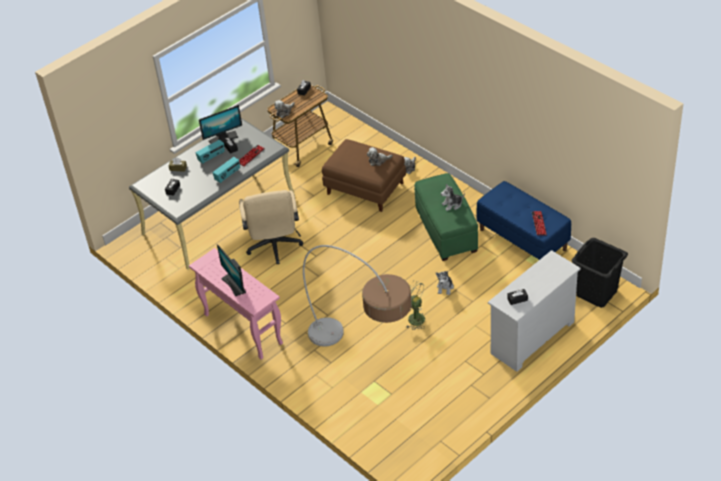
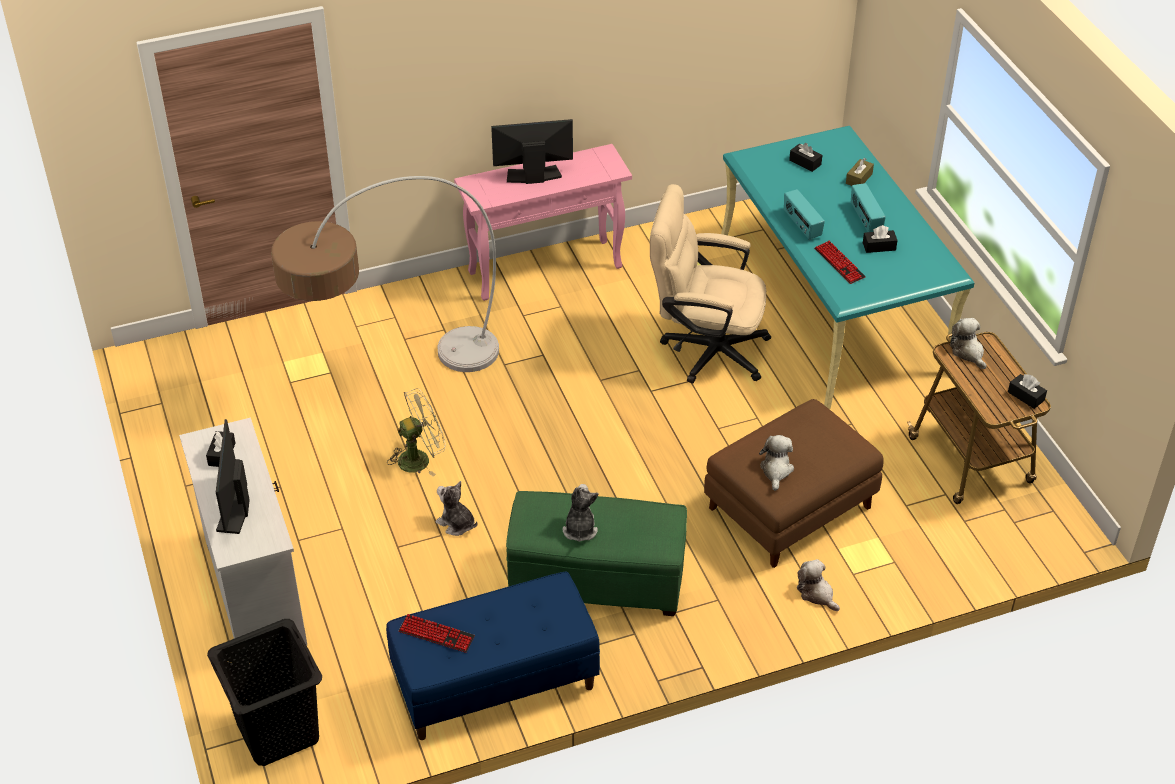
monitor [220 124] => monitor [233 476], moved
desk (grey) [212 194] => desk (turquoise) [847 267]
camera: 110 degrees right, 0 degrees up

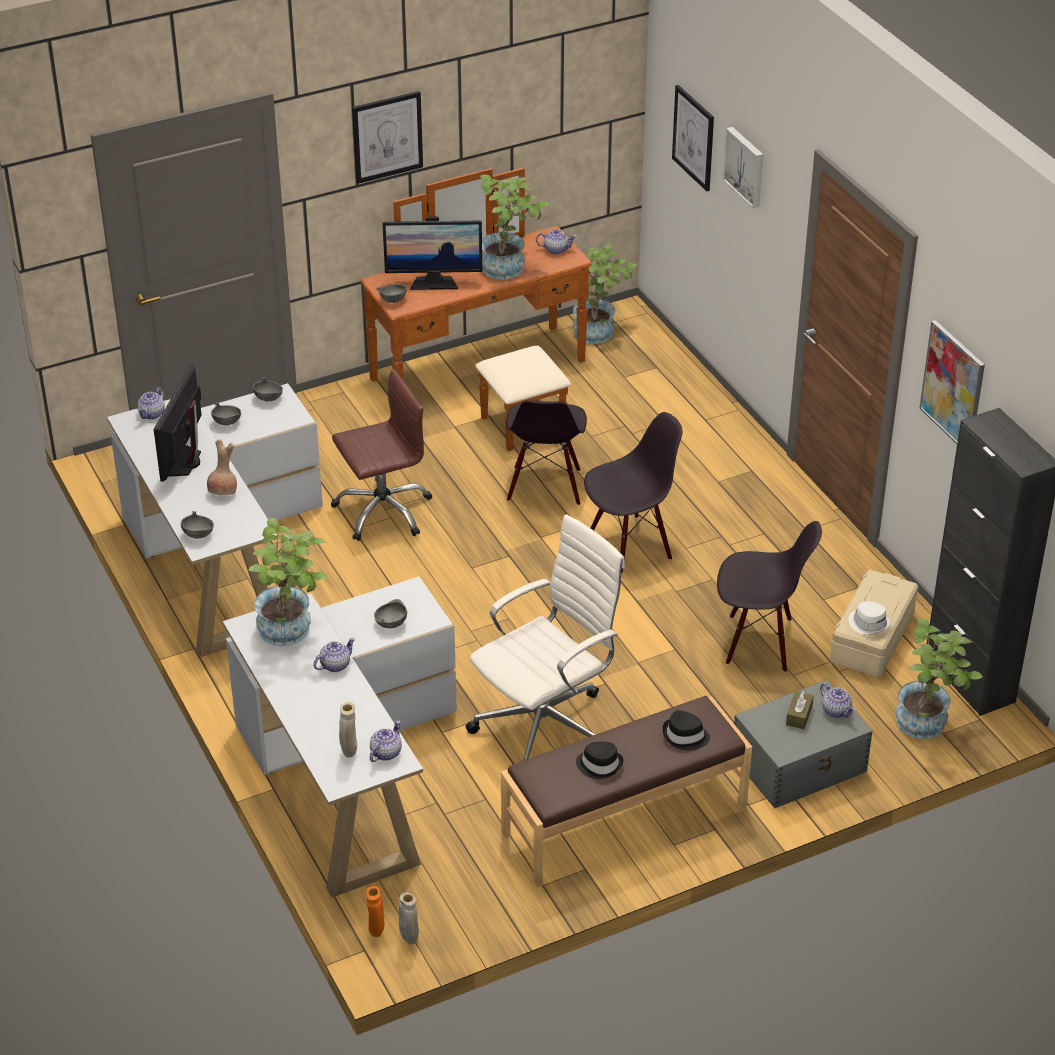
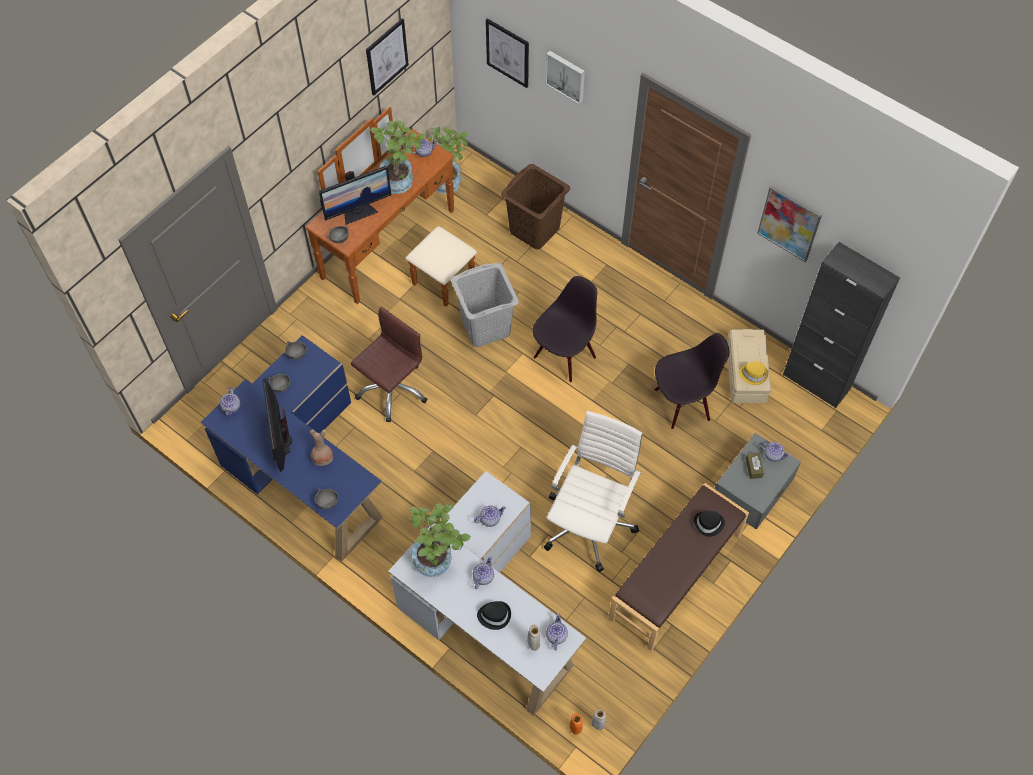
potted plant [939 678] => nothing
nothing => laundry basket (brown) [535 207]
picture [387 137] => picture [387 56], moved
hat (black) [599 760] => hat (black) [494 615], moved
bowl (grey) [390 613] => teapot [490 516]
chair (black) [547 453] => laundry basket (grey) [485 305]
desk (white) [215 520] => desk (blue) [292 448]
hat (white) [869 618] => hat (yellow) [753 373]
camera: 25 degrees left, 20 degrees up

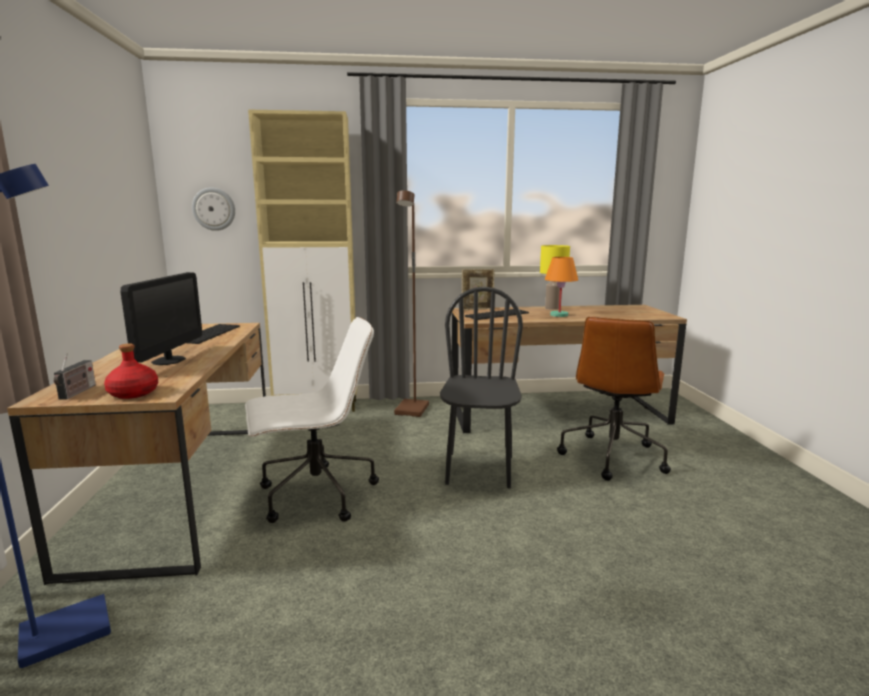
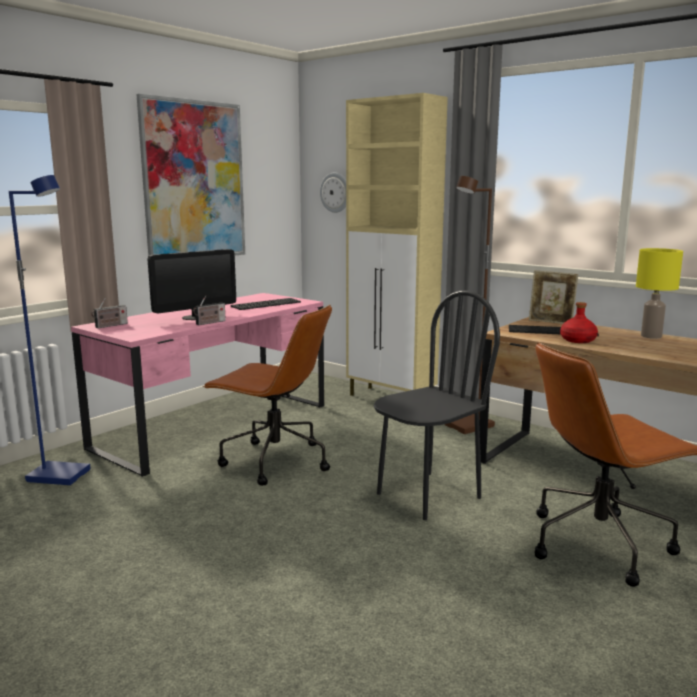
table lamp (orange) [561 287] => nothing
nothing => picture [190 175]
nothing => radio [209 310]
bottle (red) [131 371] => bottle (red) [579 322], moved
desk (brown) [136 454] => desk (pink) [197 385]
office chair (white) [312 420] => office chair (brown) [267 395]
camera: 45 degrees right, 0 degrees up

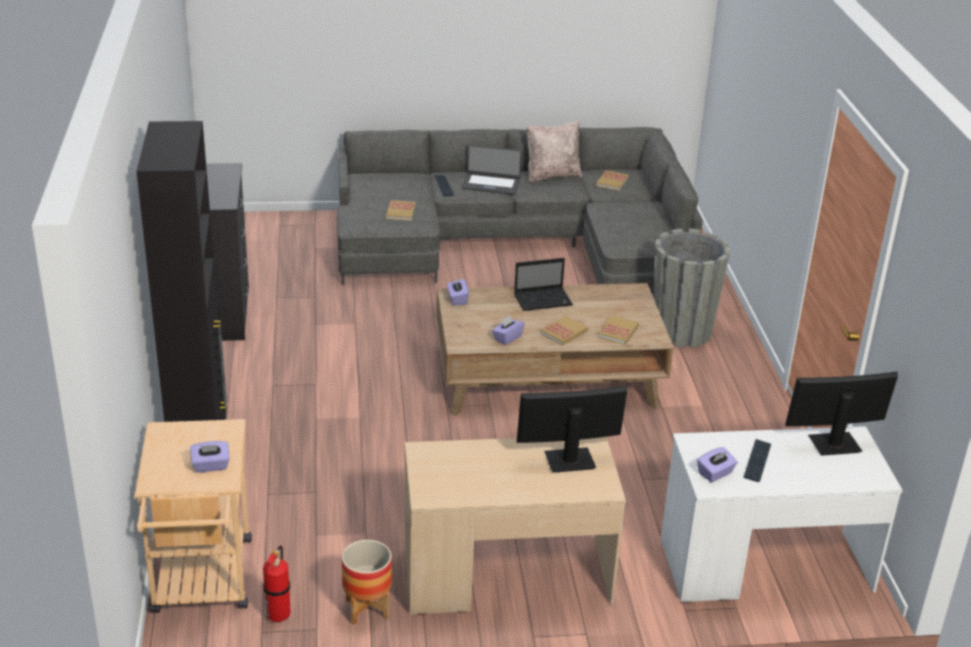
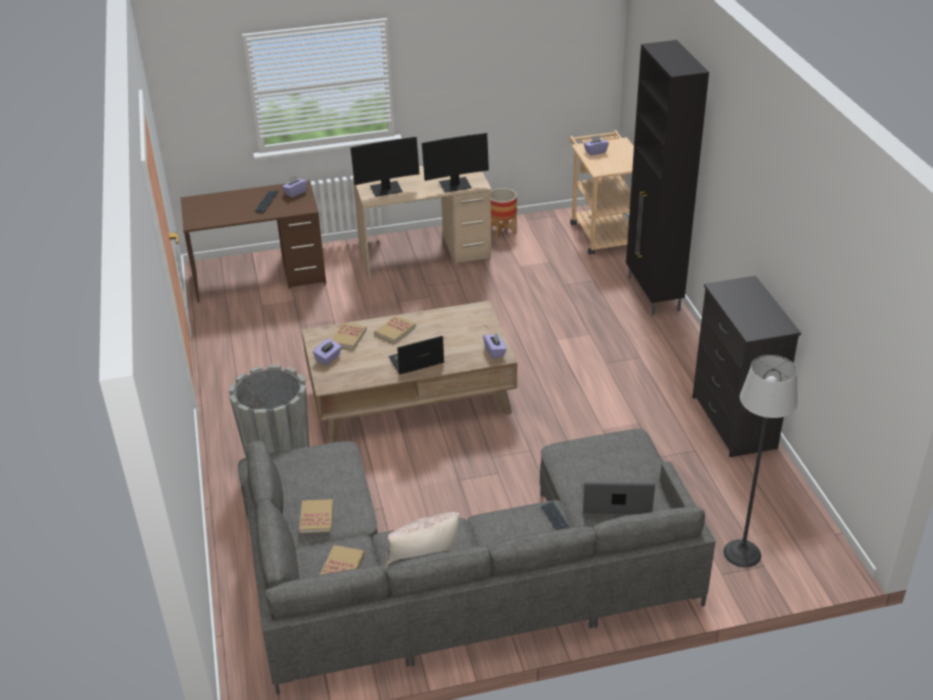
fire extinguisher [276 584] => nothing
nothing => floor lamp [761 461]
book [401 210] => book [316 516], moved
laptop [492 170] => laptop [618 498], moved
tissue box (purple) [508 330] => tissue box (purple) [327 351], moved
monitor [841 413] => monitor [455 163], moved
desk (white) [781 514] => desk (brown) [253 241]
camera: 175 degrees right, 5 degrees up

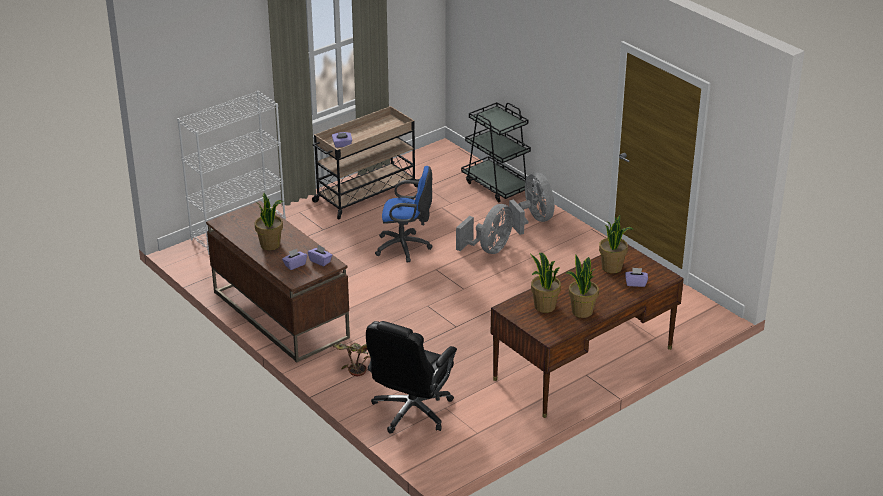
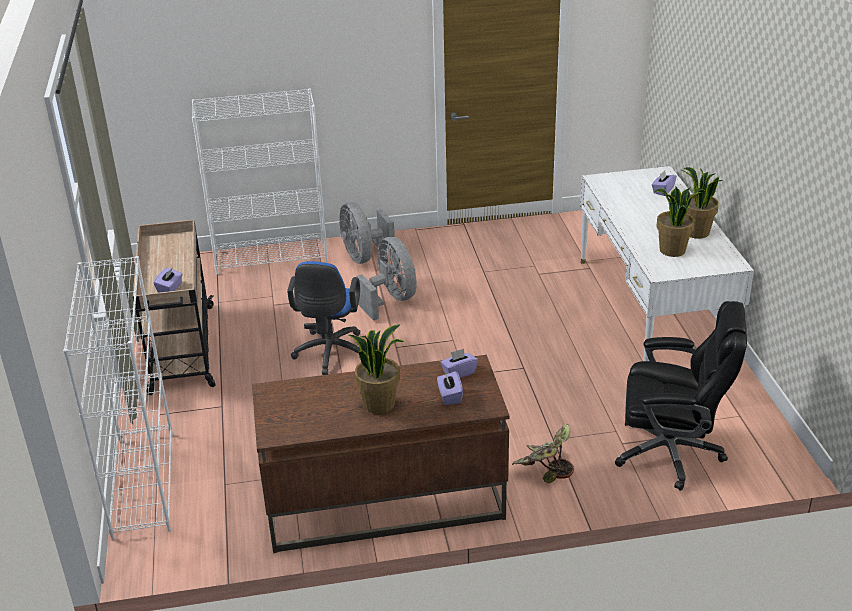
potted plant [616 244] => nothing
cart (black) [497 152] => bookcase (white) [260 181]
desk (brown) [587 331] => desk (white) [667 263]
office chair (black) [411 377] => office chair (black) [681 396], 45 degrees counterclockwise
office chair (blue) [403 214] => office chair (blue) [324 318], 150 degrees clockwise
fan (grey) [531 204] => fan (grey) [367 233], 120 degrees counterclockwise
camera: 60 degrees left, 0 degrees up

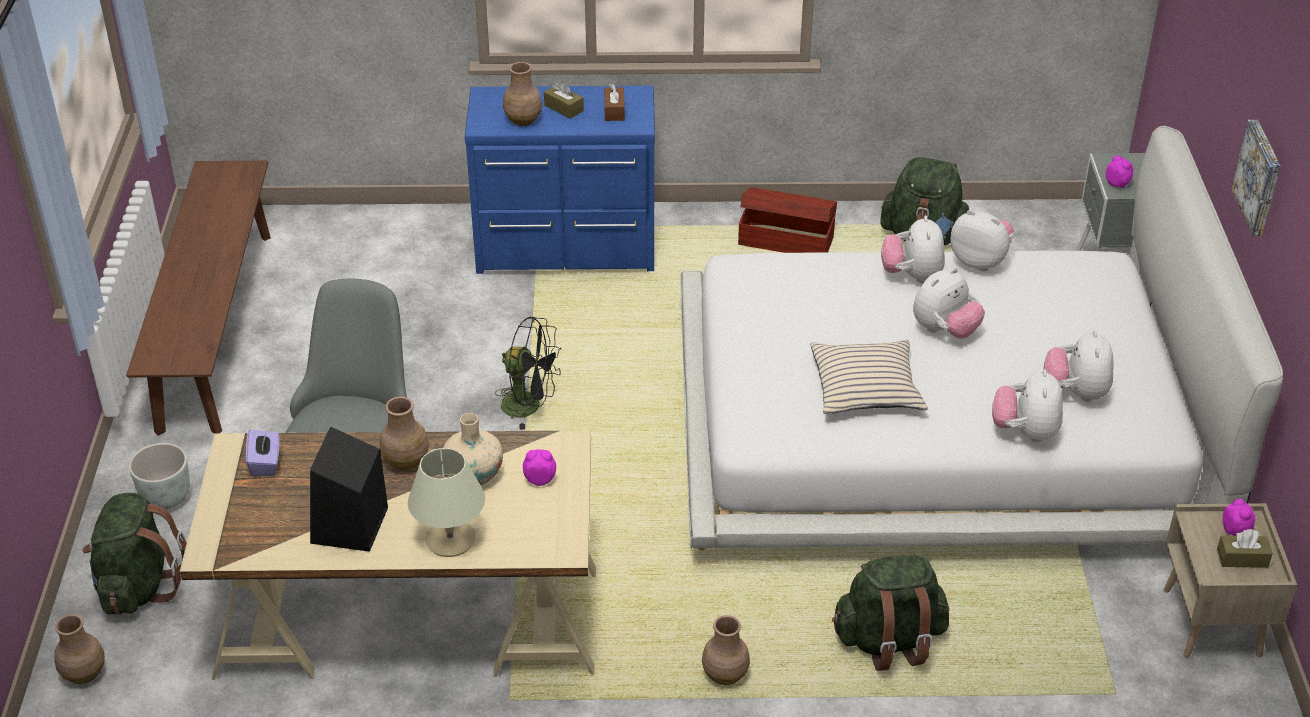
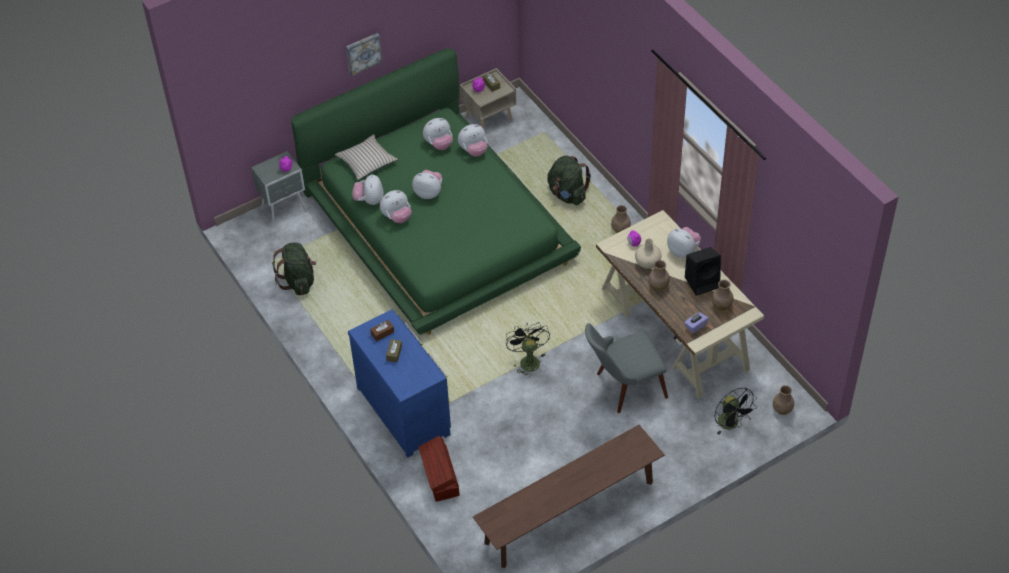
planter (grey) [159 476] => nothing
vase (brown) [522 94] => vase (brown) [722 295], moved
storage box (brown) [787 220] => storage box (brown) [439 469], moved
pillow (beige) [869 377] => pillow (beige) [366 157], moved
backpack (green) [134 554] => fan (black) [736 411]
table lamp (beige) [446 502] => plush toy [684 242]
bed (white) [982 338] => bed (green) [436 191]
camera: 120 degrees left, 10 degrees up

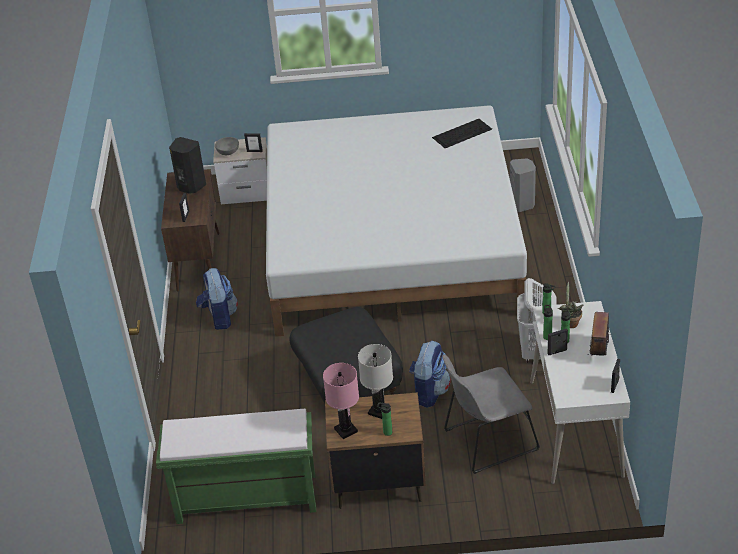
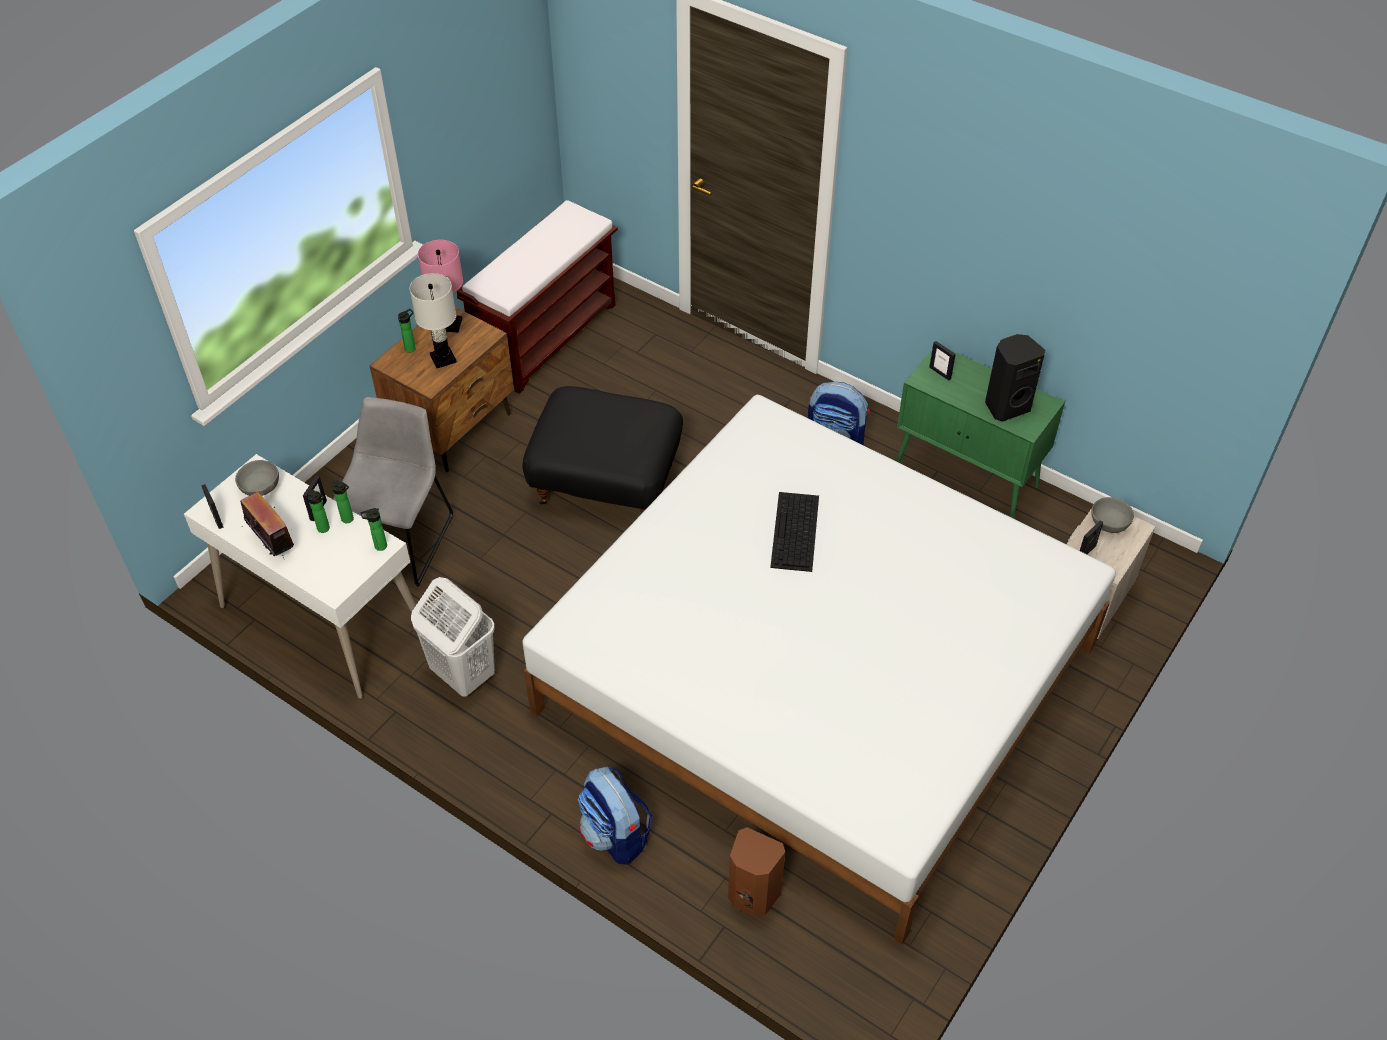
potted plant [570 304] => nothing
nothing => bowl (grey) [257 478]
backpack [430 374] => backpack [615 816], moved
keyboard [462 133] => keyboard [794 532], moved
bench (green) [236 466] => bench (brown) [537 297]
cabinet (brown) [190 230] => cabinet (green) [980 434]
speaker (grey) [523 185] => speaker (brown) [756 872]
camera: 125 degrees right, 10 degrees up

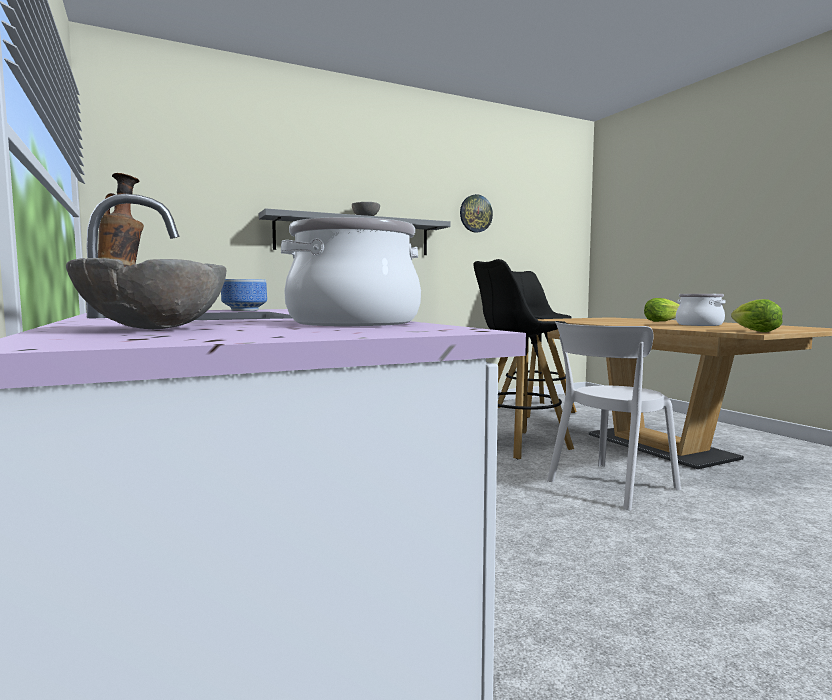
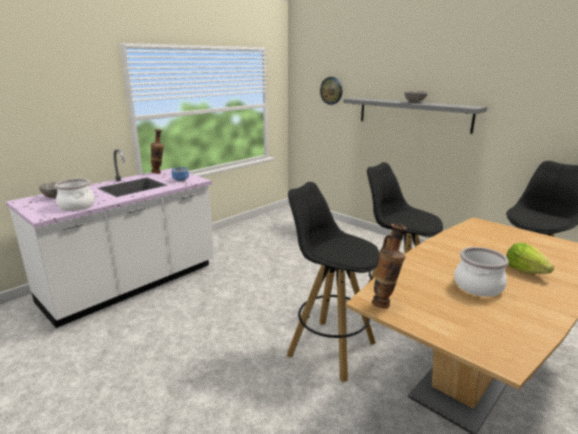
wall clock [476 213] => wall clock [331 91], moved
chair (white) [614 415] => stool (black) [333 282]
lettuce [757 315] => vase [389 266]
camera: 70 degrees right, 15 degrees up

